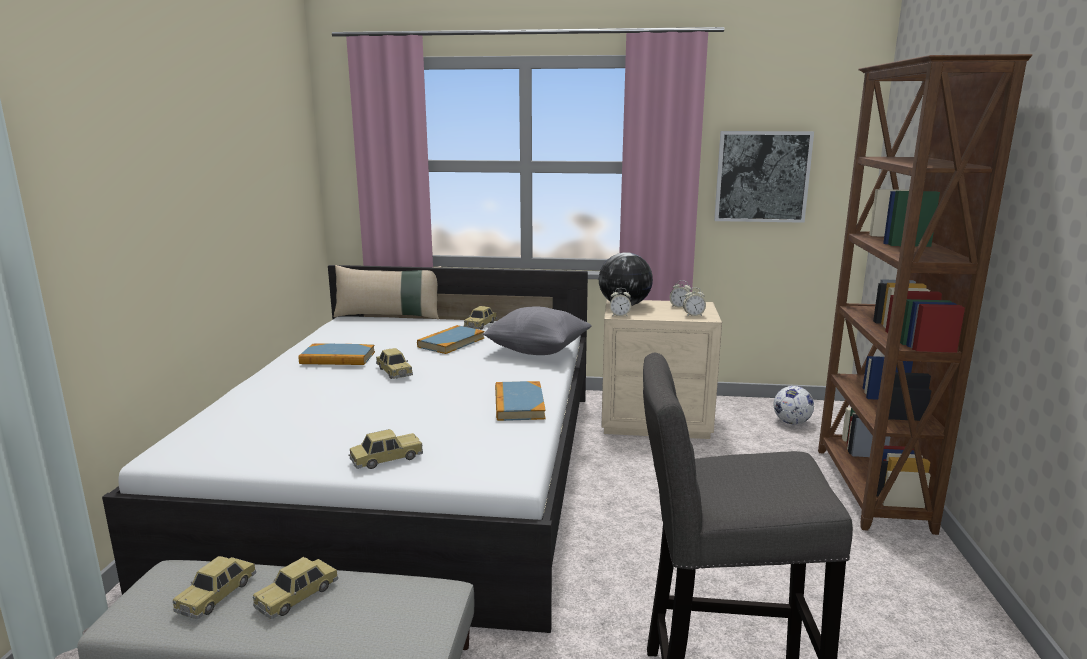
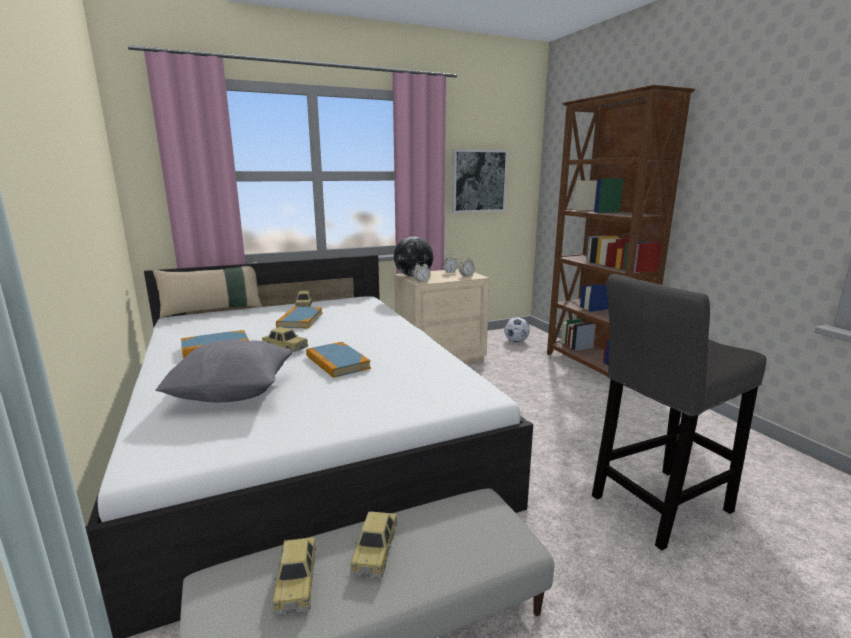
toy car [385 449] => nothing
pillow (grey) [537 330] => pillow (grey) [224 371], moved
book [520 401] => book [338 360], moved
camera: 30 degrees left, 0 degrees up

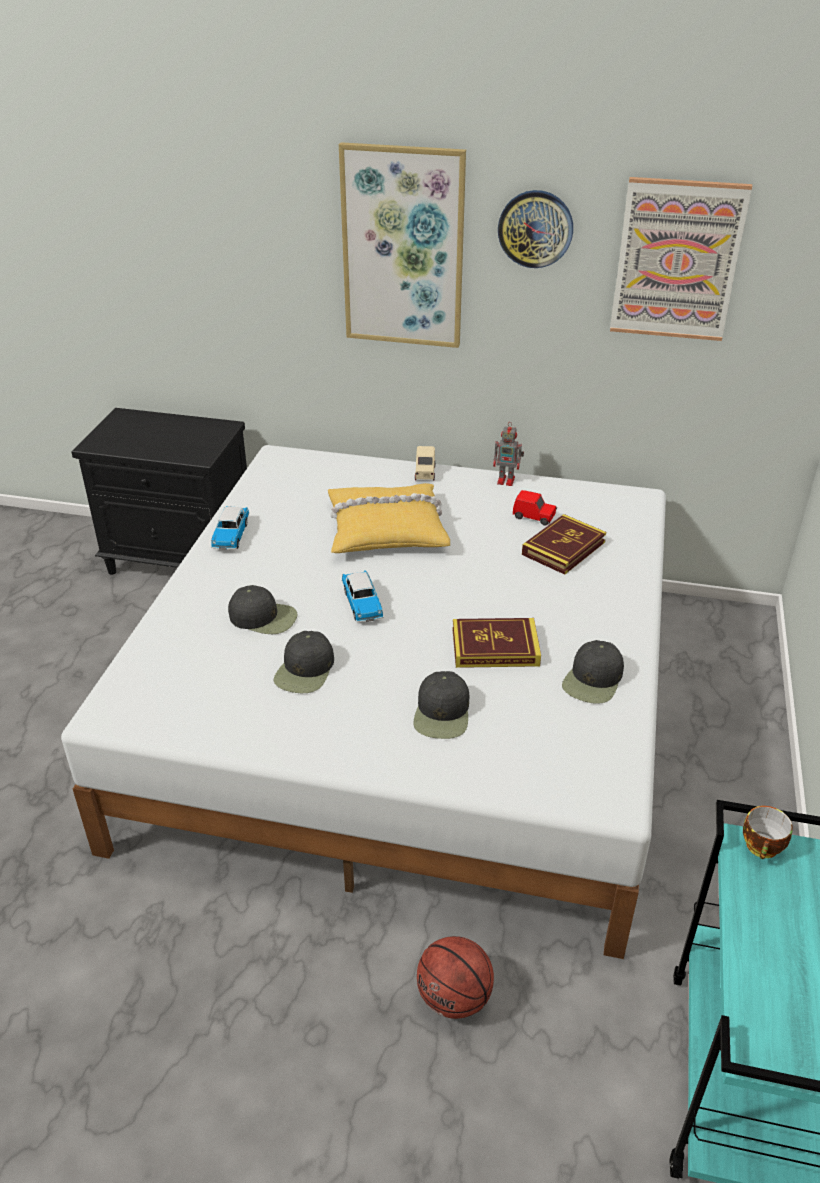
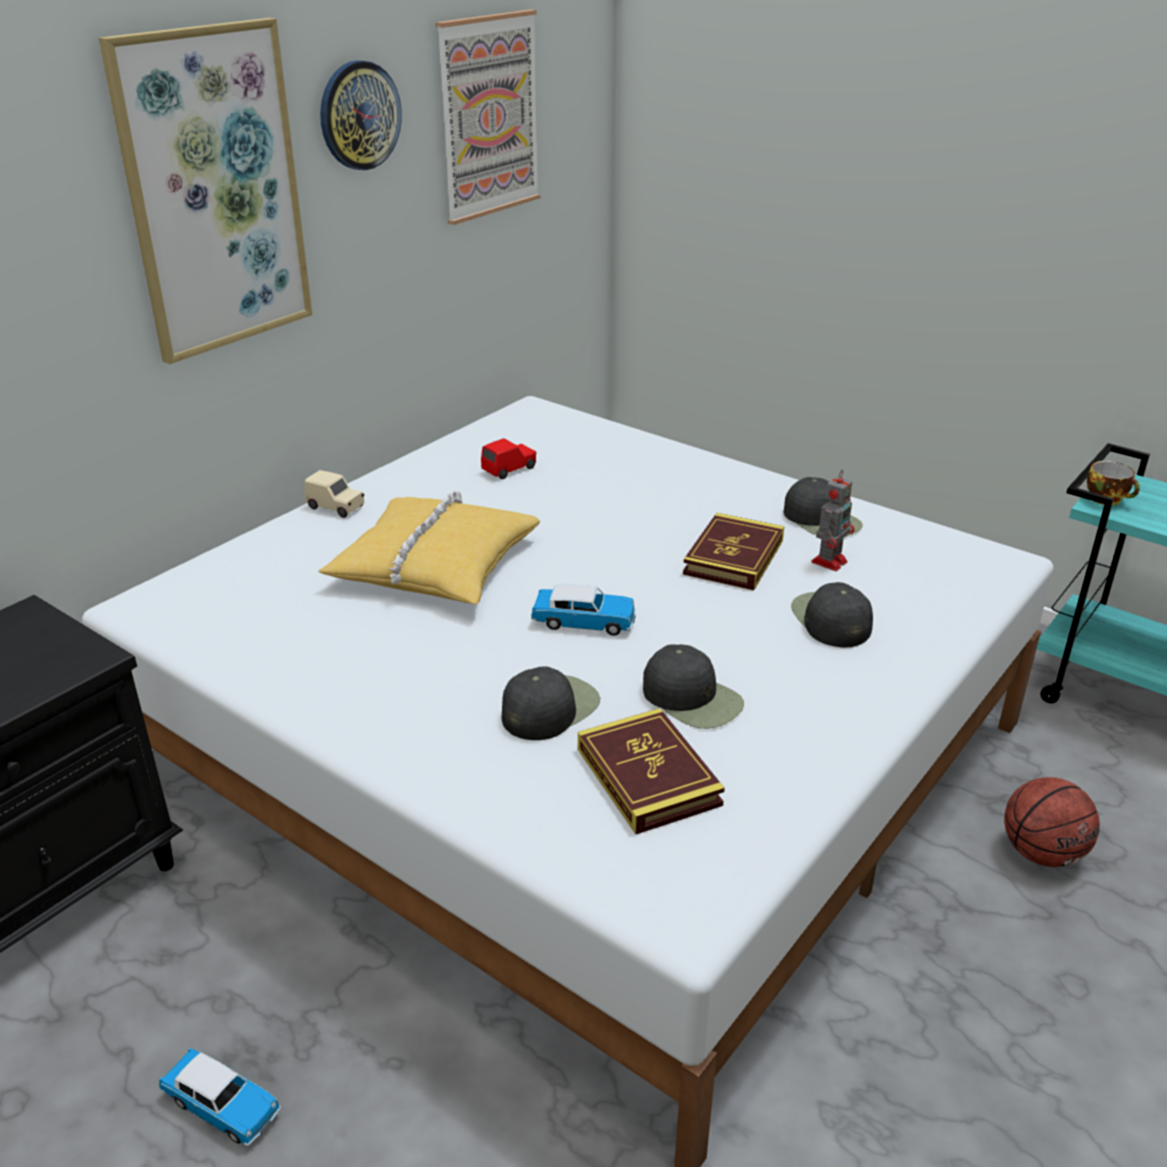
toy car [230 528] => toy car [220 1097], moved
toy robot [508 454] => toy robot [833 520], moved
book [564 544] => book [651 771], moved
cap (black) [441 705] => cap (black) [832 614], 135 degrees counterclockwise
camera: 65 degrees left, 5 degrees down

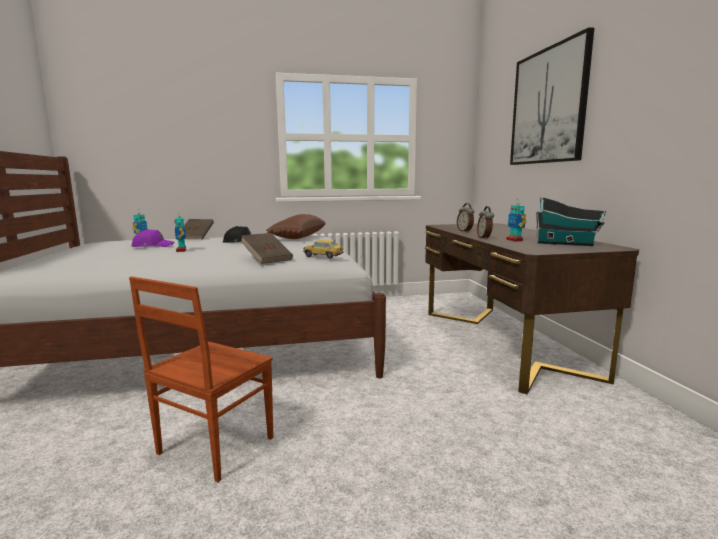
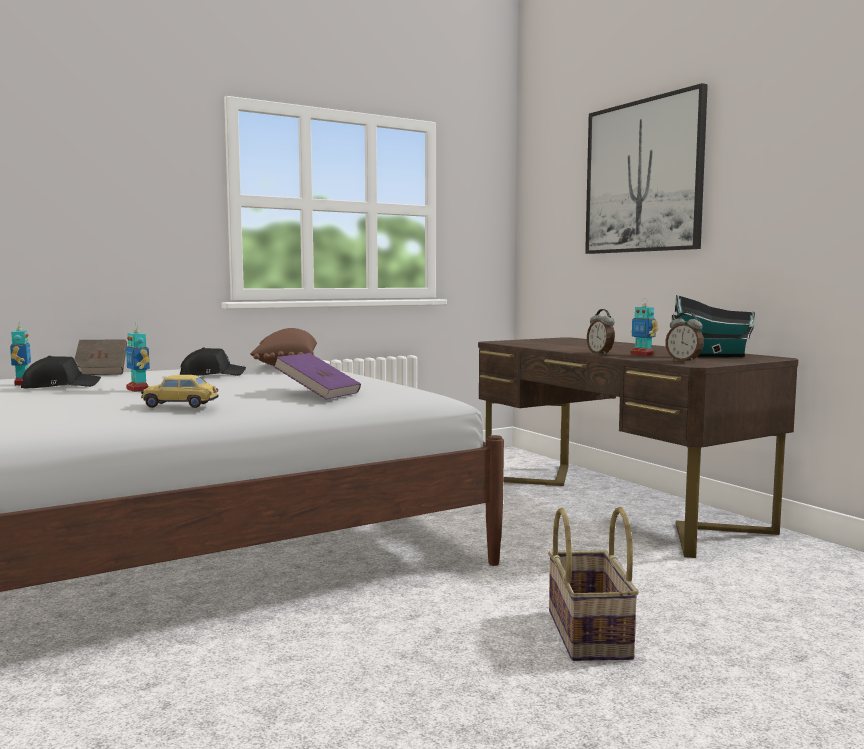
chair (brown) [201 379] => nothing
nothing => basket [593 584]
toy car [324 249] => toy car [180 391], moved
alarm clock [465 217] => alarm clock [684 337], moved
cap (purple) [152 238] => cap (black) [61 372]
book (brown) [267 248] => book (purple) [317 376]
camera: 20 degrees left, 5 degrees down

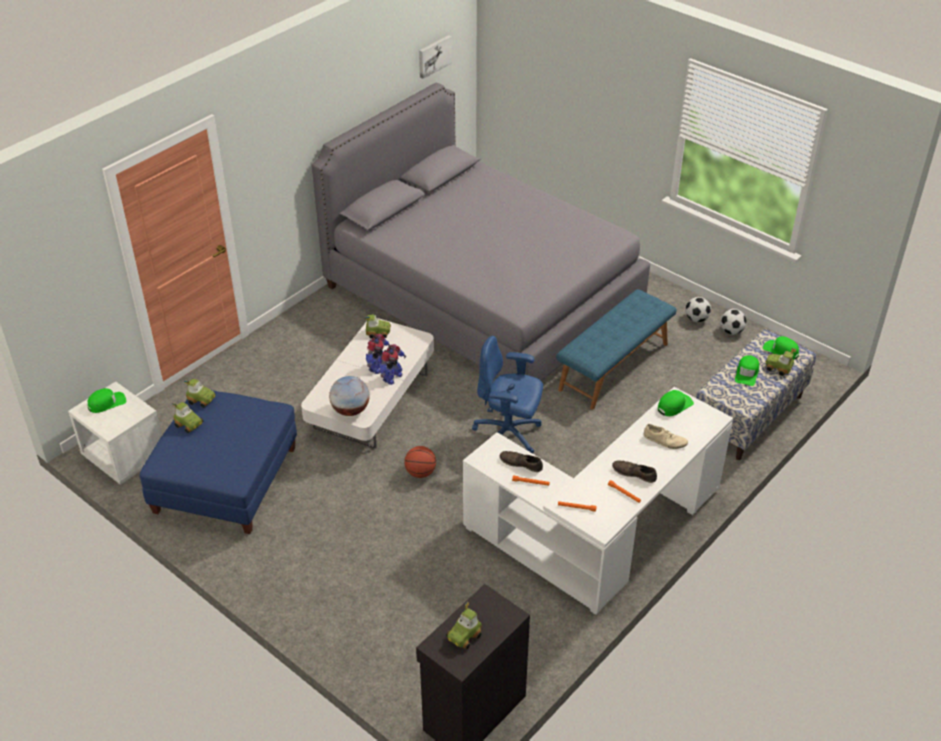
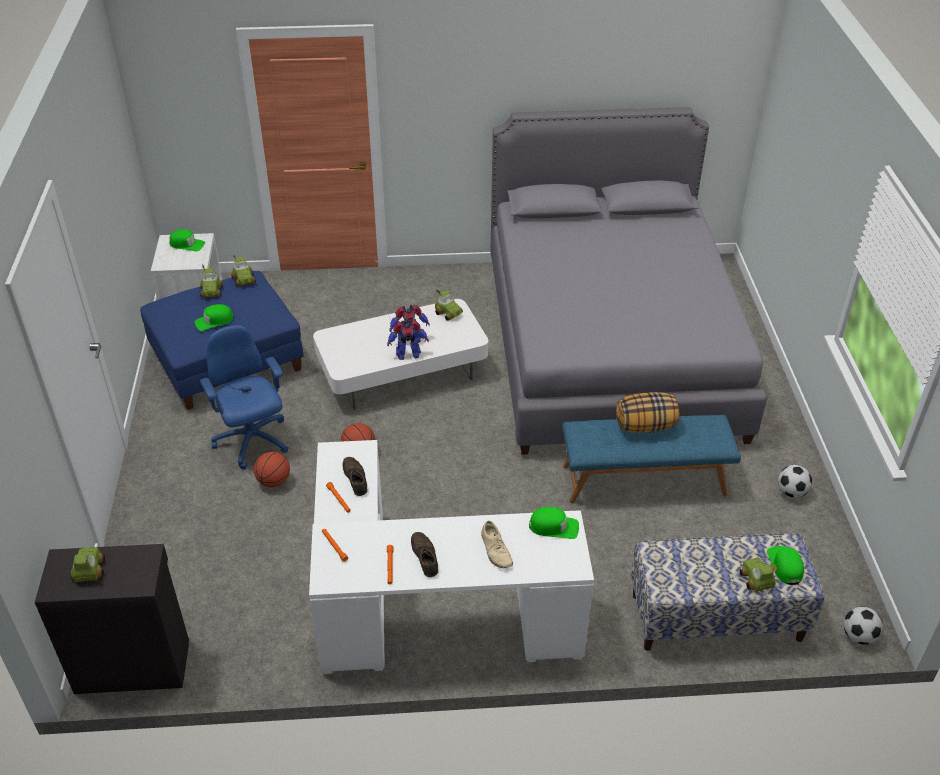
globe [349 396] => nothing
picture [435 57] => nothing
nothing => basketball [272 469]
nothing => pillow [647 412]
office chair (blue) [507 394] => office chair (blue) [244 397], moved
football [733 322] => football [863 626], moved
cap (green) [747 370] => cap (green) [214 317], moved
toy car [464 626] => toy car [88 564], 90 degrees clockwise
camera: 45 degrees right, 0 degrees up

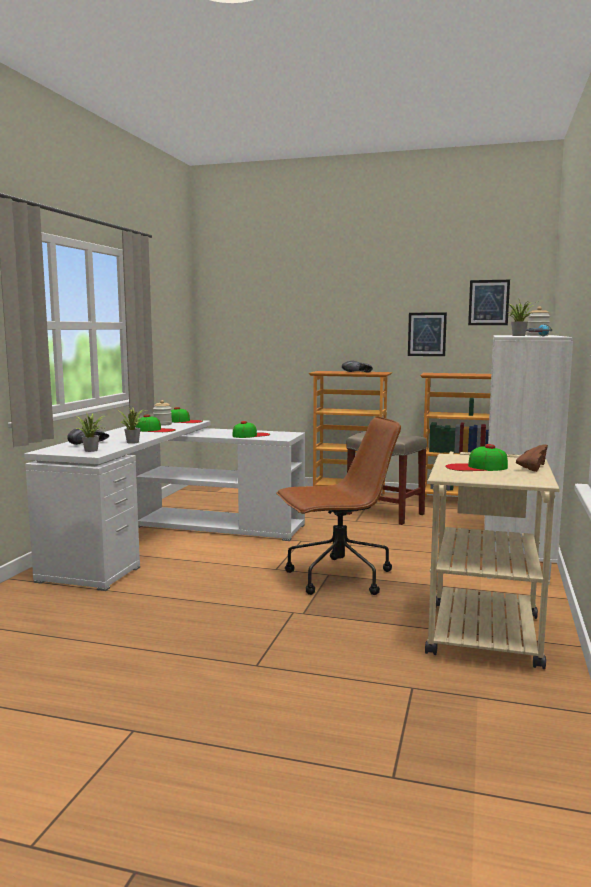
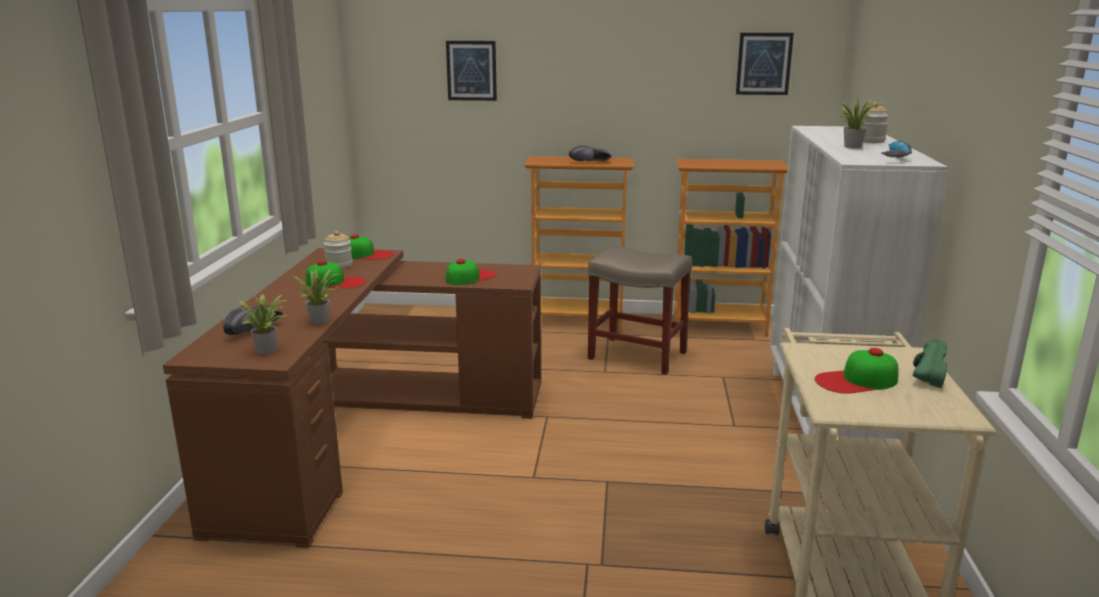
office chair (brown) [338 506] => nothing
picture [427 334] => picture [471 71], moved
desk (white) [164 505] => desk (brown) [352 398]
shoe (brown) [532 458] => shoe (green) [930 363]
camera: 10 degrees left, 10 degrees up

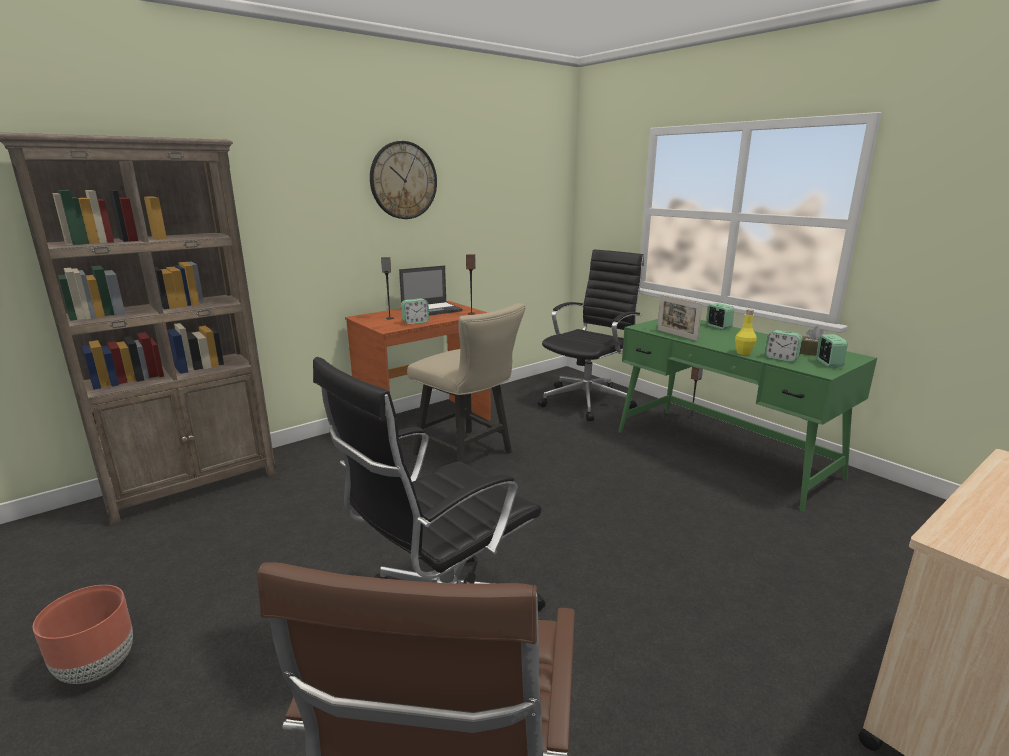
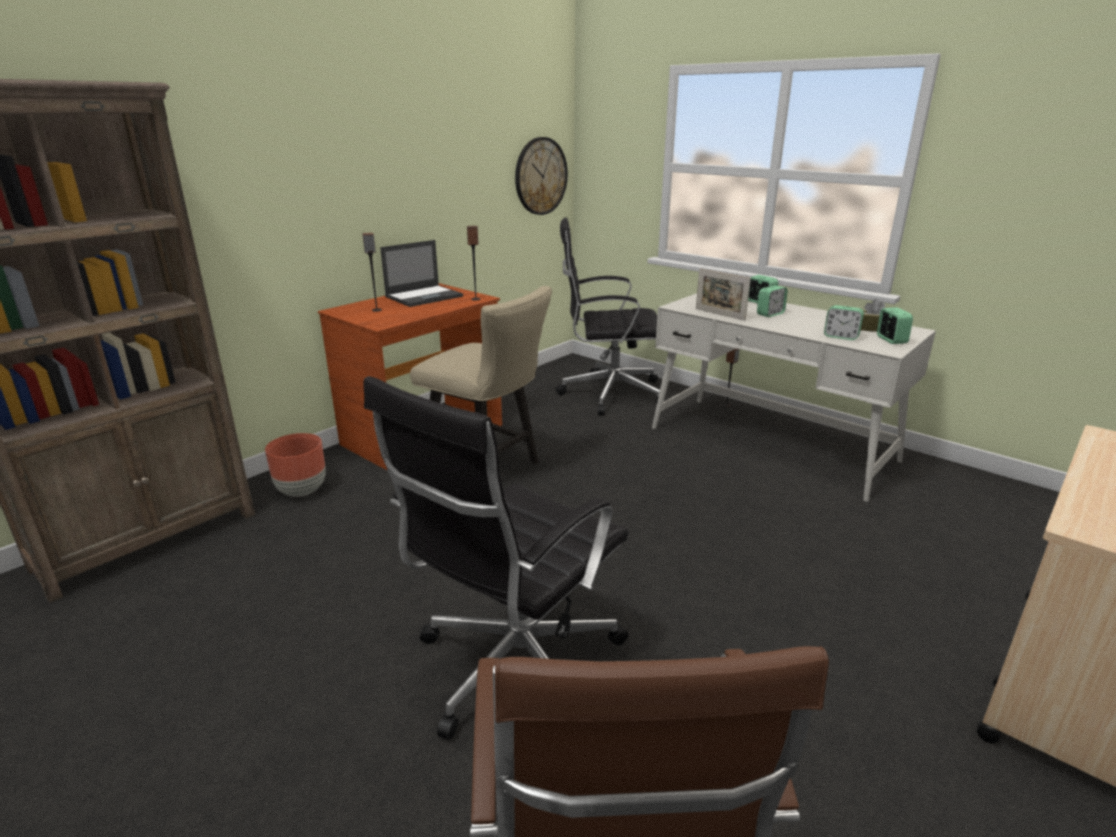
bottle (yellow) [746 332] => nothing
planter (brown) [83 634] => planter (brown) [295 465], moved
wall clock [403 180] => wall clock [541 176], moved
alarm clock [415 311] => alarm clock [772 301], moved
desk (green) [747 415] => desk (white) [794 397]
office chair (black) [591 335] => office chair (black) [611 316], 120 degrees counterclockwise
camera: 10 degrees left, 5 degrees up

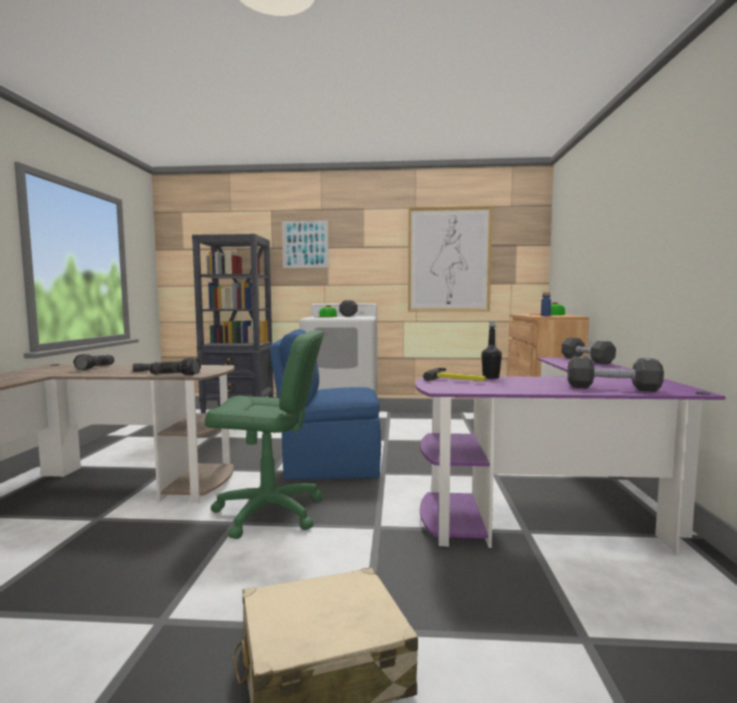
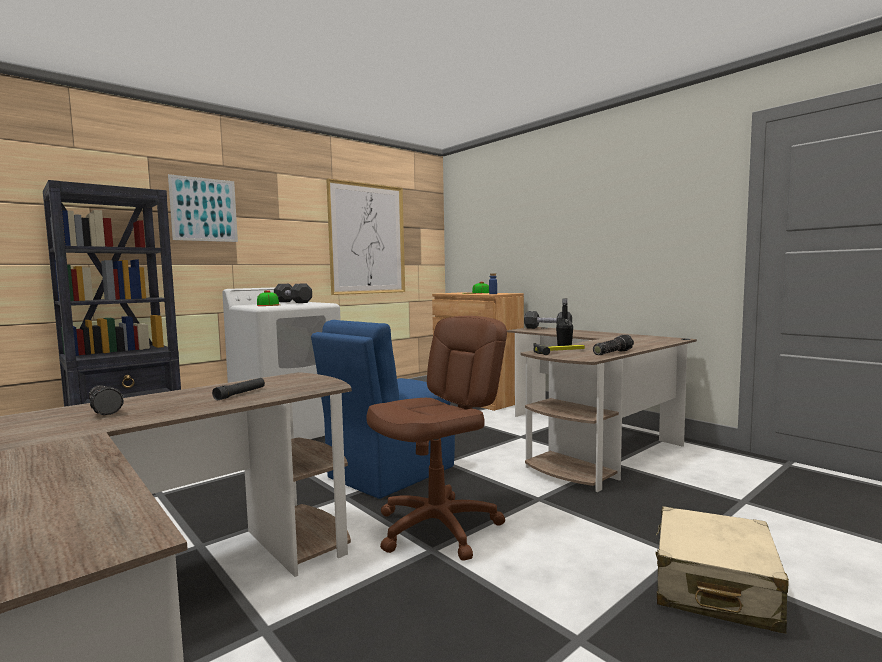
dumbbell (black) [615 374] => nothing
flashlight [175 366] => flashlight [613 345], moved
office chair (green) [264 434] => office chair (brown) [436 438]
desk (purple) [570 455] => desk (brown) [602 409]
camera: 45 degrees left, 0 degrees up

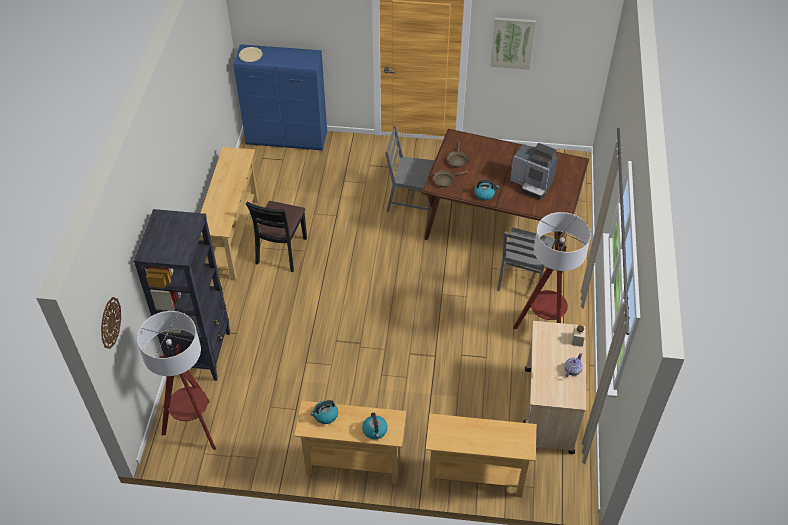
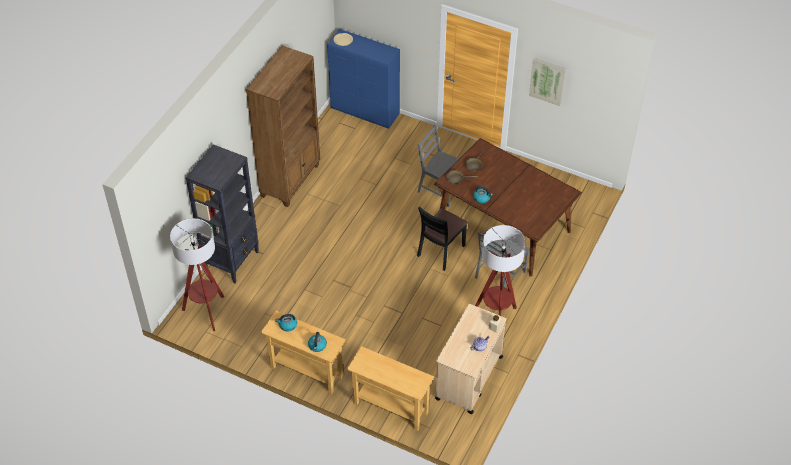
wall clock [111 323] => nothing
coffee machine [534 171] => nothing
chair (black) [276 236] => chair (black) [442 239], moved
console table (beige) [229 213] => bookcase (brown) [283 126]
camera: 20 degrees right, 0 degrees up

